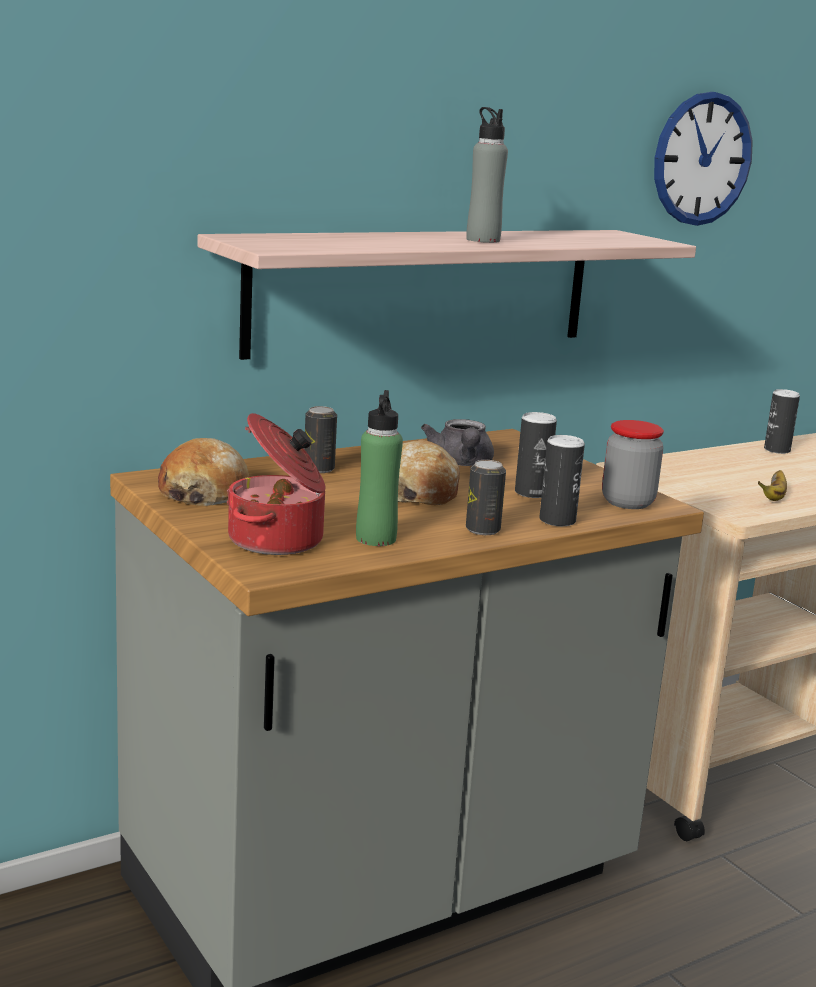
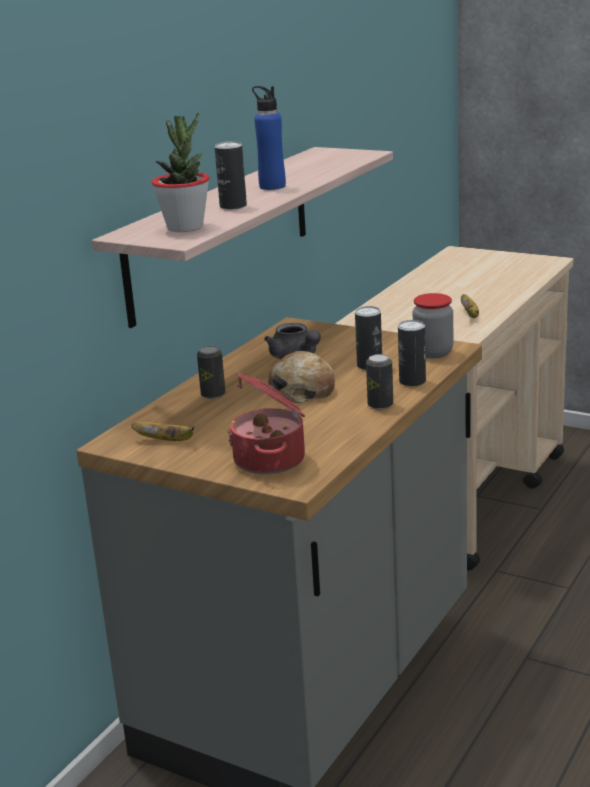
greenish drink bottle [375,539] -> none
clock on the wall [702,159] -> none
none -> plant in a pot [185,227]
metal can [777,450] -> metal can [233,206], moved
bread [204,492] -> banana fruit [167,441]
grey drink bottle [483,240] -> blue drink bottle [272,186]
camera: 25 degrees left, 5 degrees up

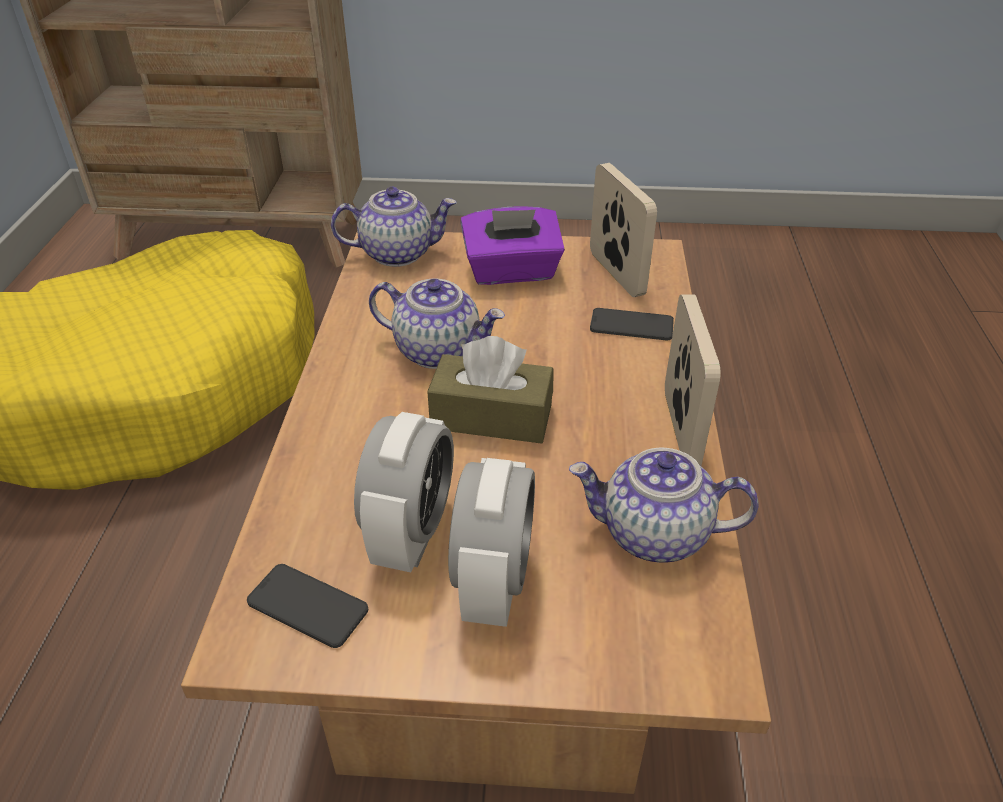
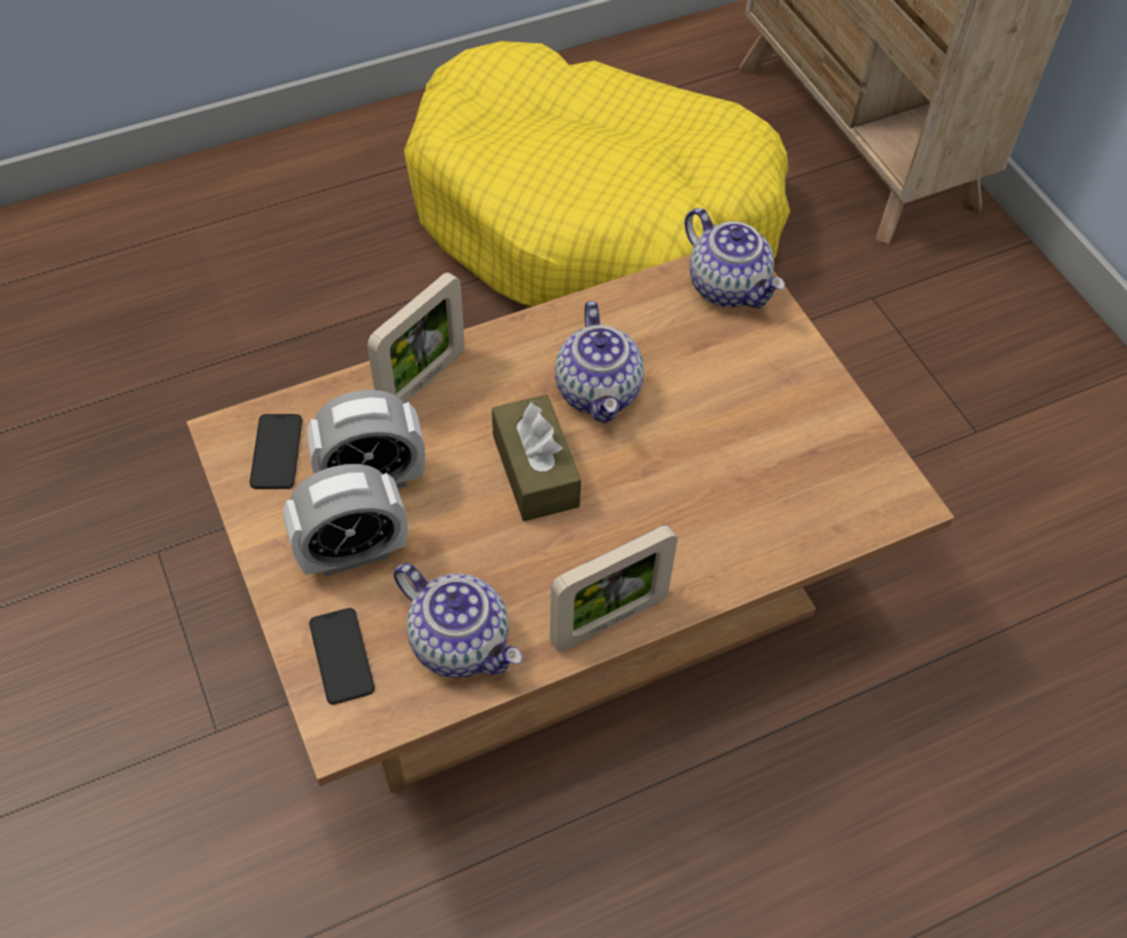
purple-coloured tissue box [512,272] -> none
standing frame [616,274] -> standing frame [422,381], moved
handset [631,325] -> handset [341,656], moved
teapot [653,534] -> teapot [461,642], 150 degrees clockwise
camera: 60 degrees right, 15 degrees up

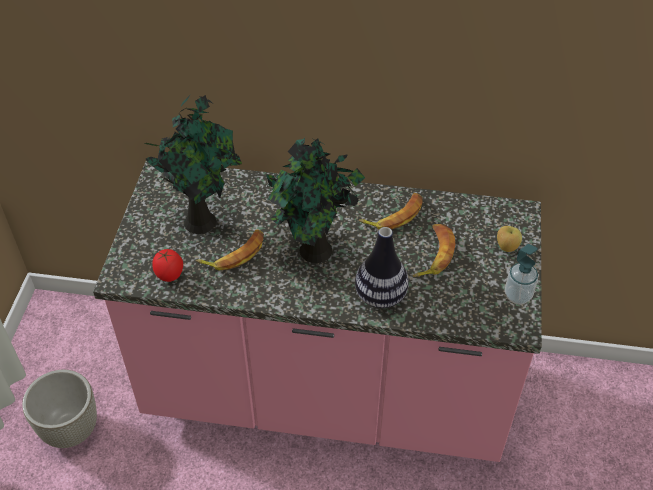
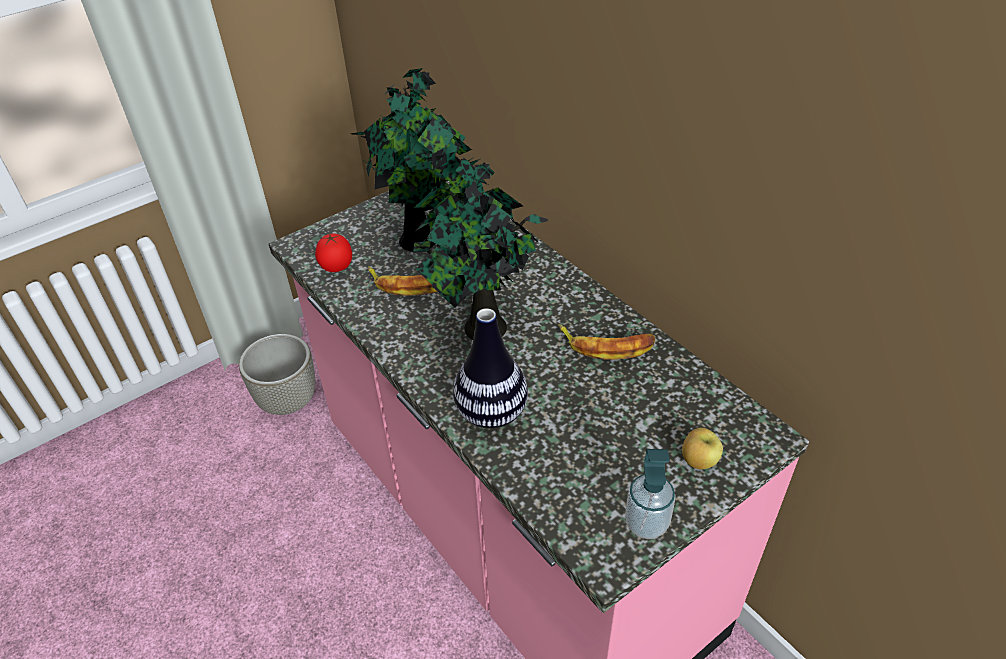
banana fruit [433,254] -> none
camera: 45 degrees right, 5 degrees down

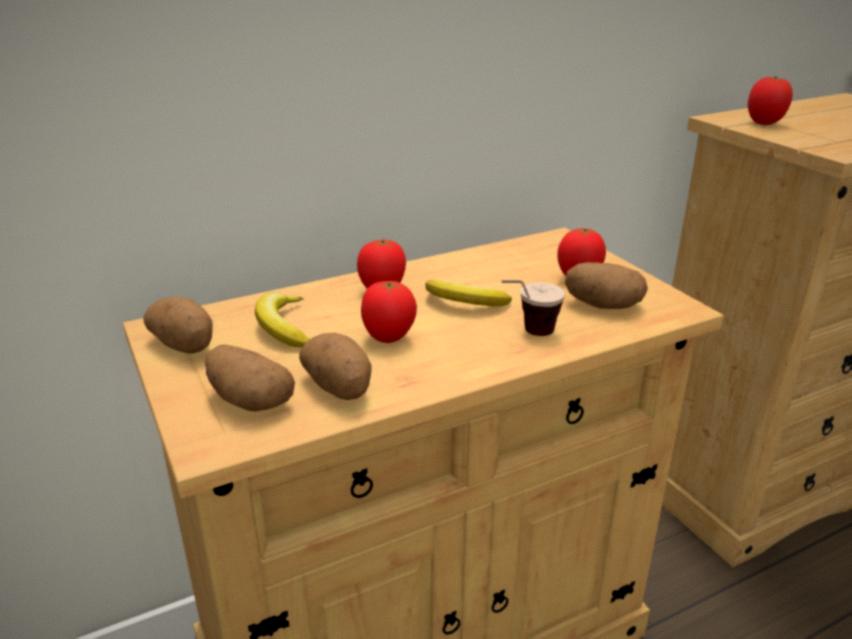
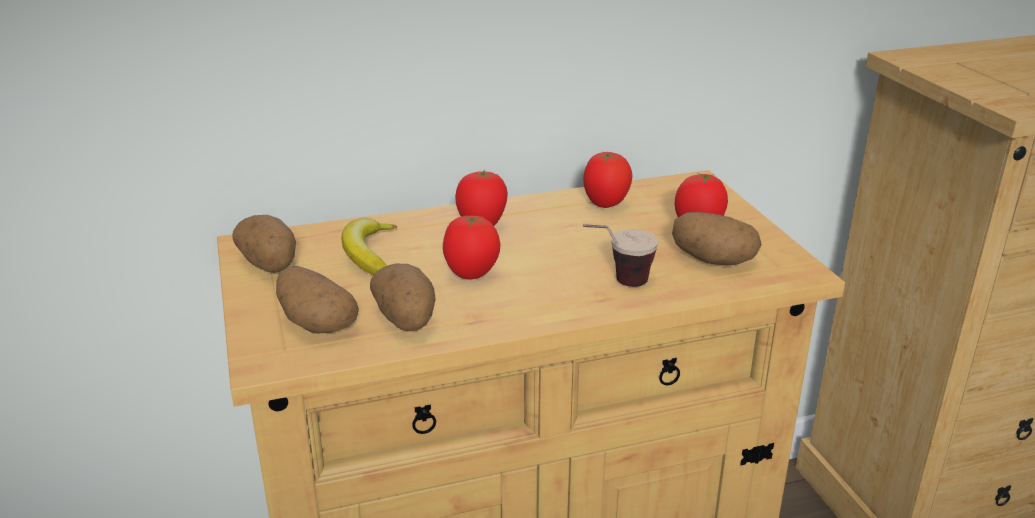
banana fruit [463,302] -> none
whole tomato [764,123] -> whole tomato [605,205], moved
camera: 10 degrees right, 0 degrees up

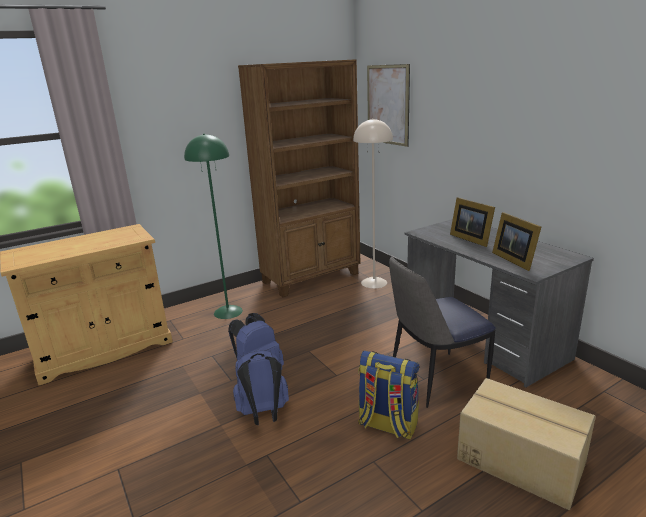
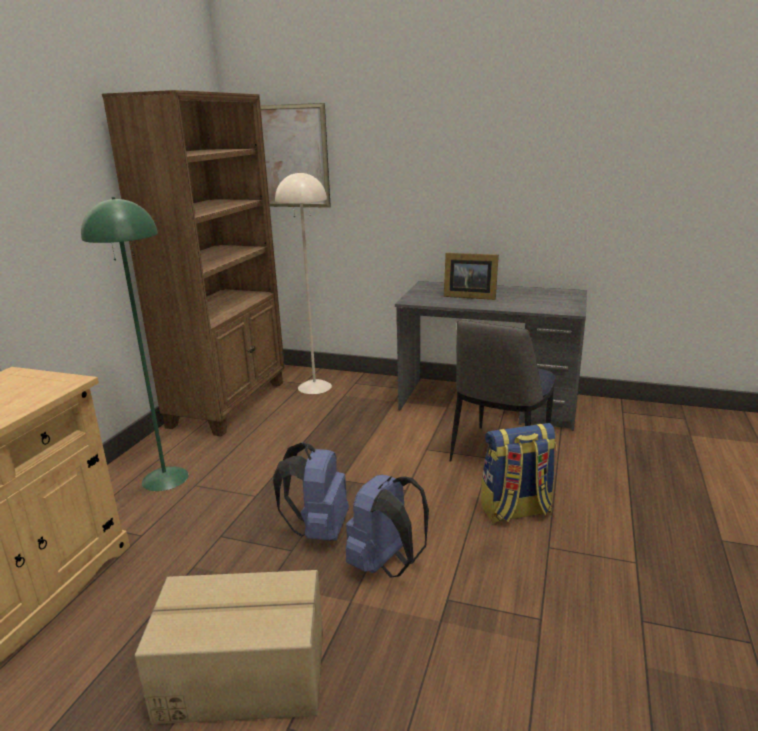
standing frame [514,259] -> none
packing box [520,460] -> packing box [243,673], moved
camera: 40 degrees left, 0 degrees up

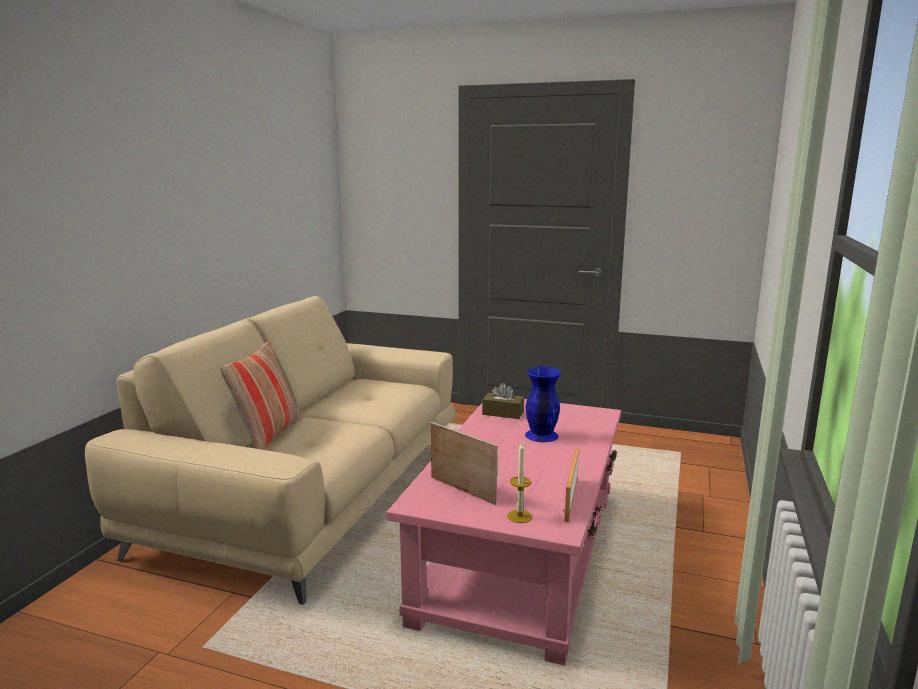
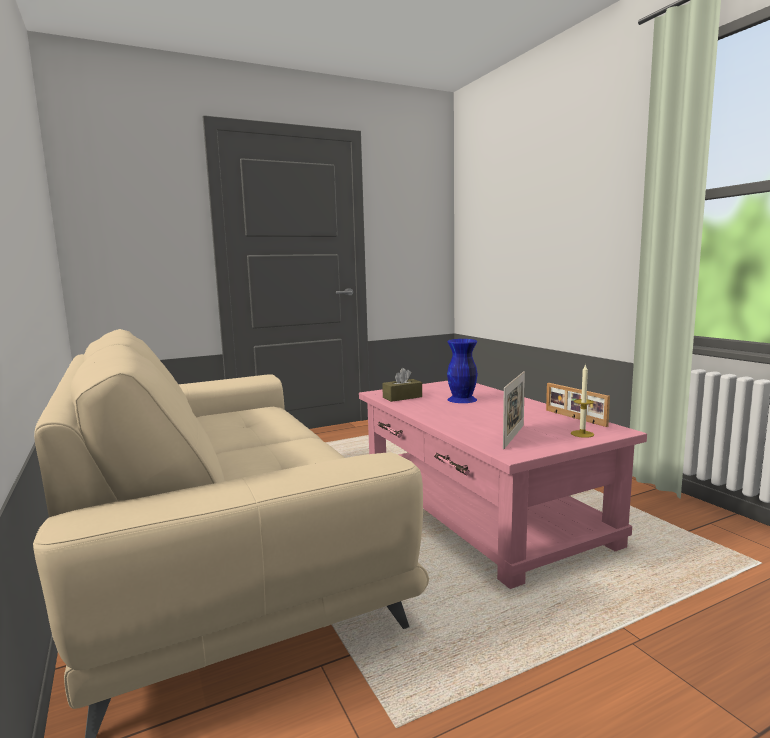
throw pillow [268,435] -> none
standing frame [462,490] -> standing frame [513,436], 120 degrees clockwise
camera: 45 degrees left, 5 degrees down

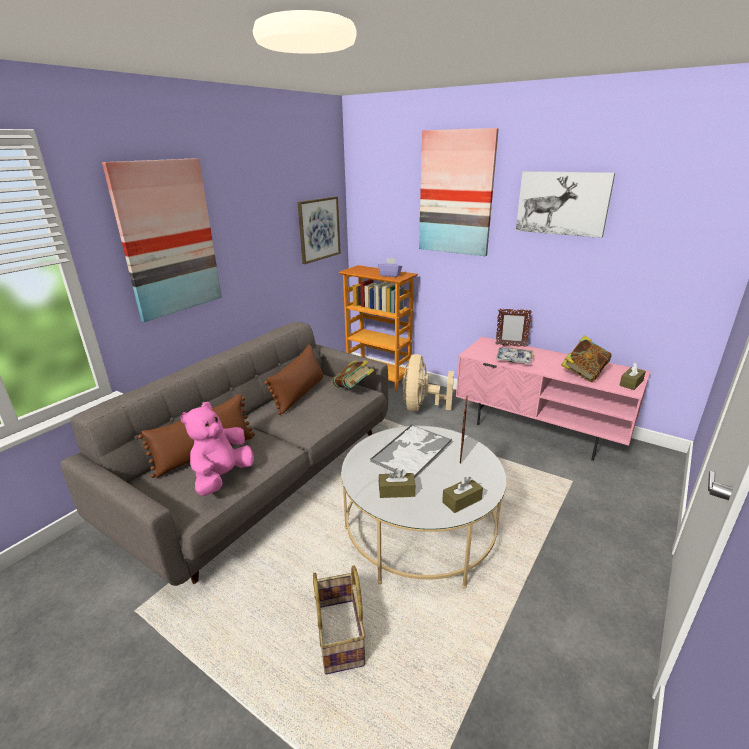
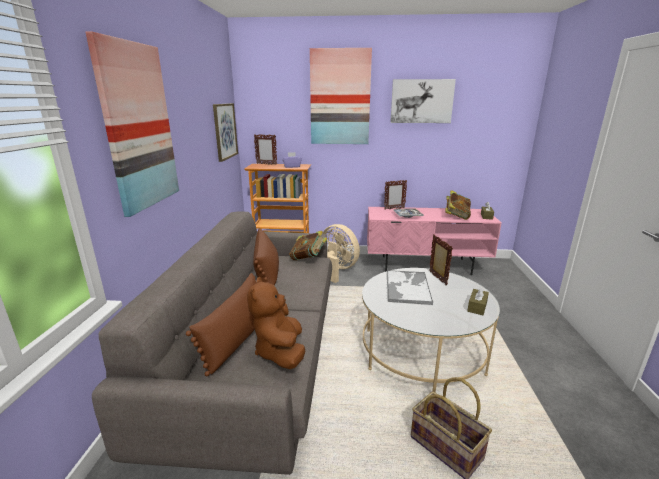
brownish tissue box [396,491] -> none
none -> standing frame [266,164]
pink cuddly toy [222,477] -> brownish cuddly toy [280,352]
beige electric fan [422,407] -> beige electric fan [336,270], 150 degrees clockwise
camera: 30 degrees left, 5 degrees down

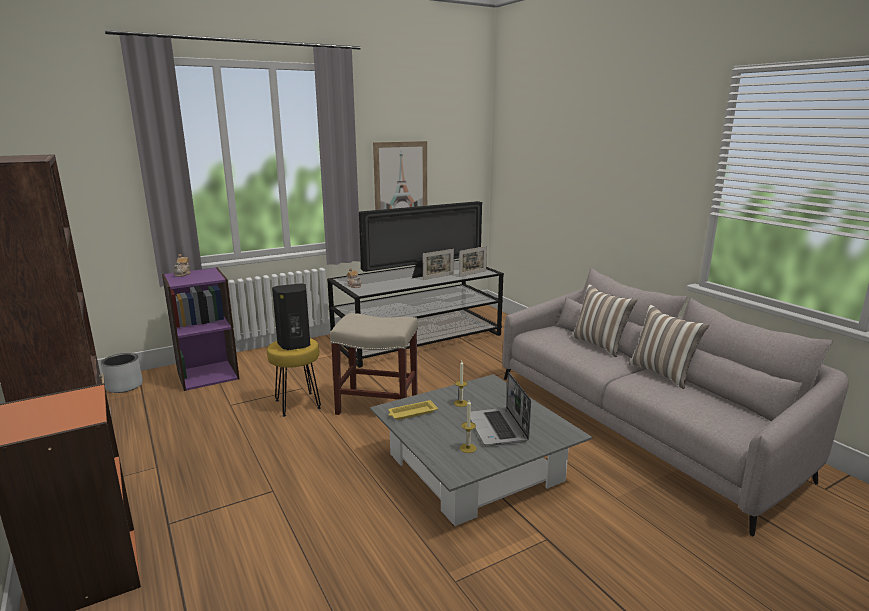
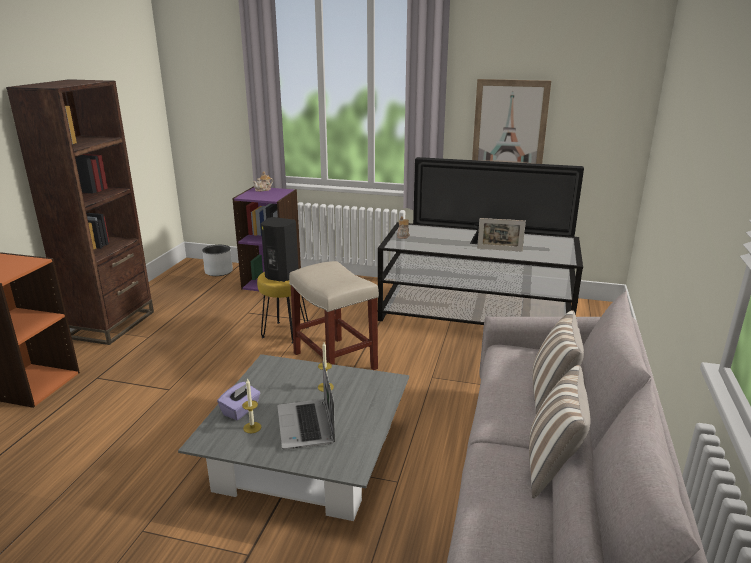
yellow tray [412,413] -> none
standing frame [472,273] -> none
none -> purple-coloured tissue box [241,410]
portable computer [498,428] -> portable computer [306,426], 45 degrees counterclockwise
camera: 45 degrees right, 5 degrees up

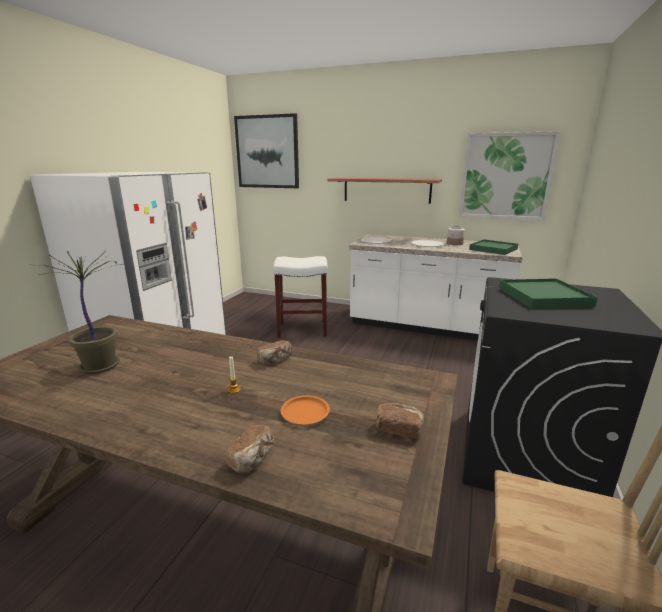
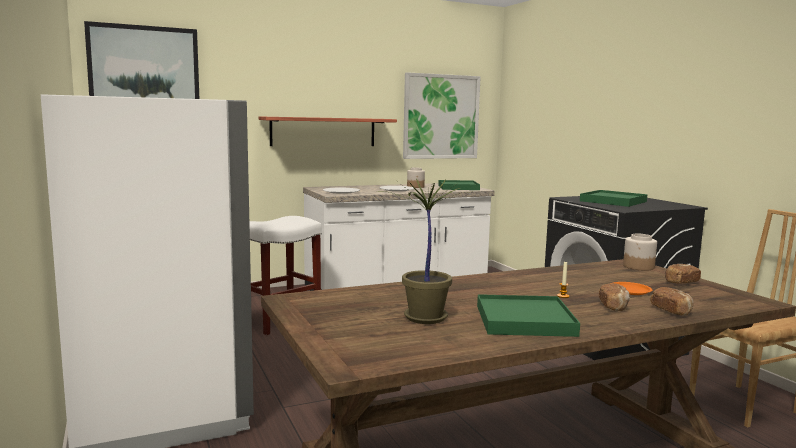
none -> greenish tray [525,320]
none -> jar [639,267]
bread [275,360] -> bread [614,306], moved
camera: 45 degrees left, 10 degrees down

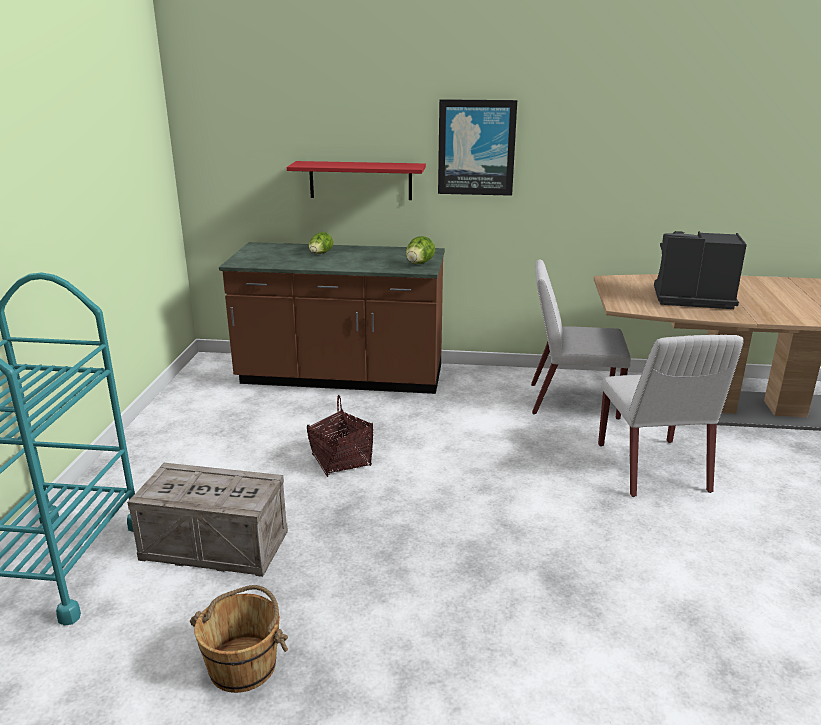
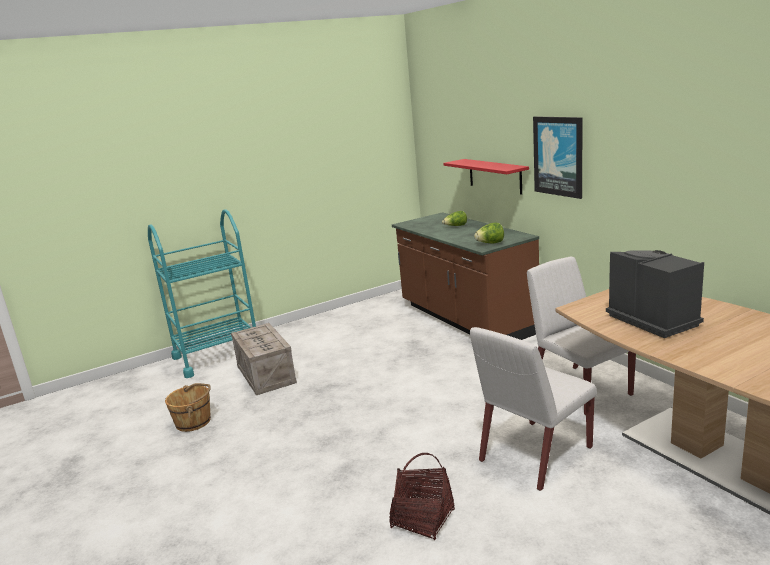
basket [341,461] -> basket [423,519], moved
camera: 55 degrees right, 5 degrees down

